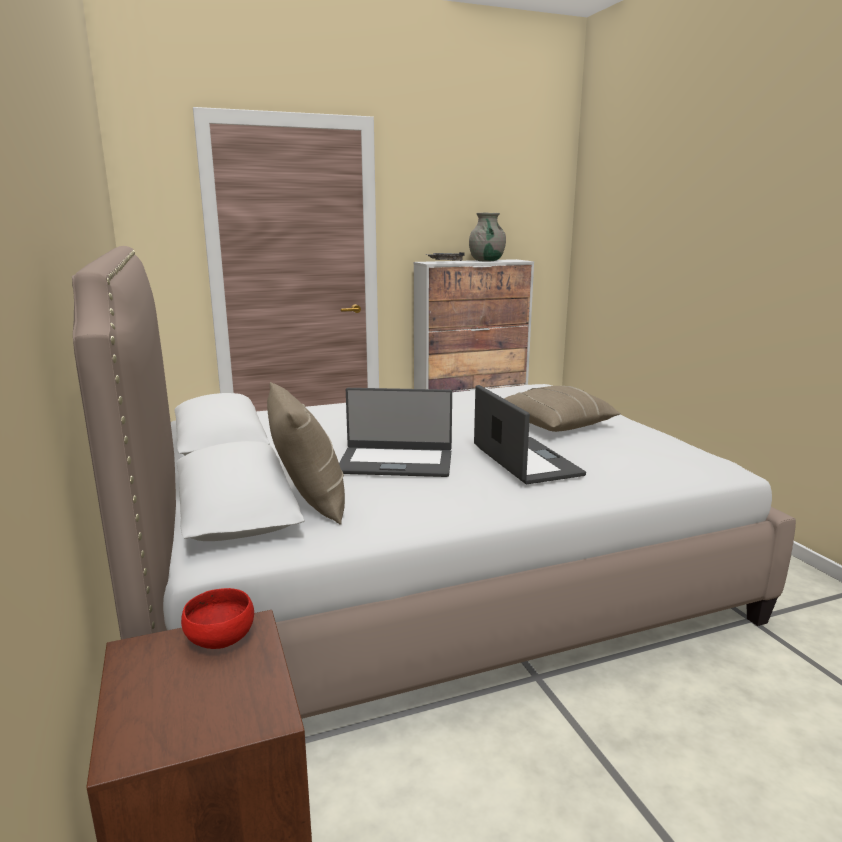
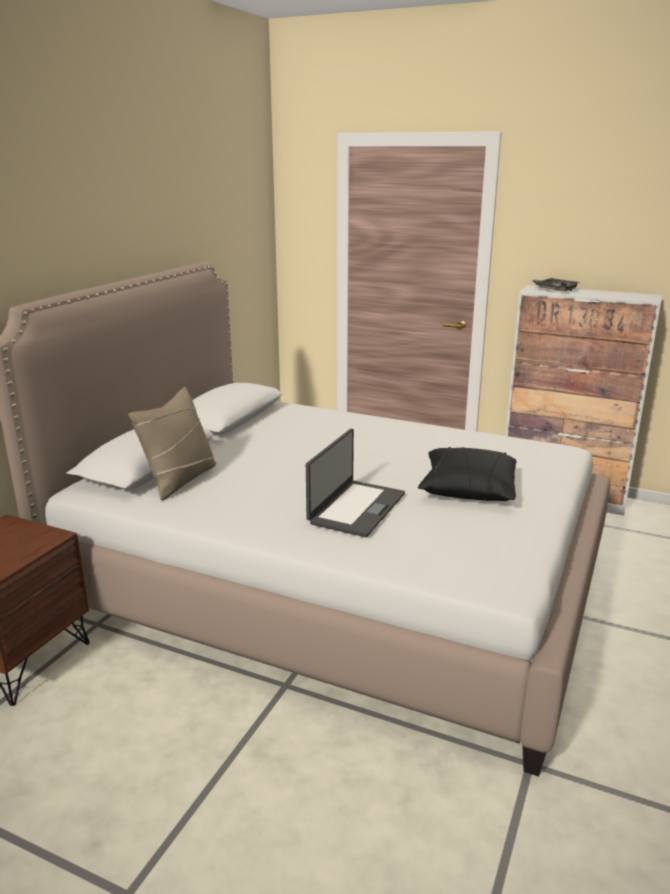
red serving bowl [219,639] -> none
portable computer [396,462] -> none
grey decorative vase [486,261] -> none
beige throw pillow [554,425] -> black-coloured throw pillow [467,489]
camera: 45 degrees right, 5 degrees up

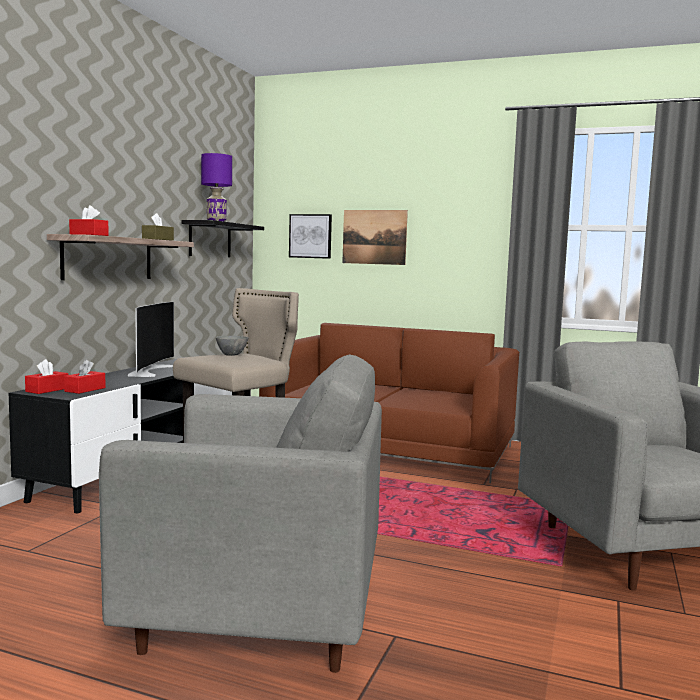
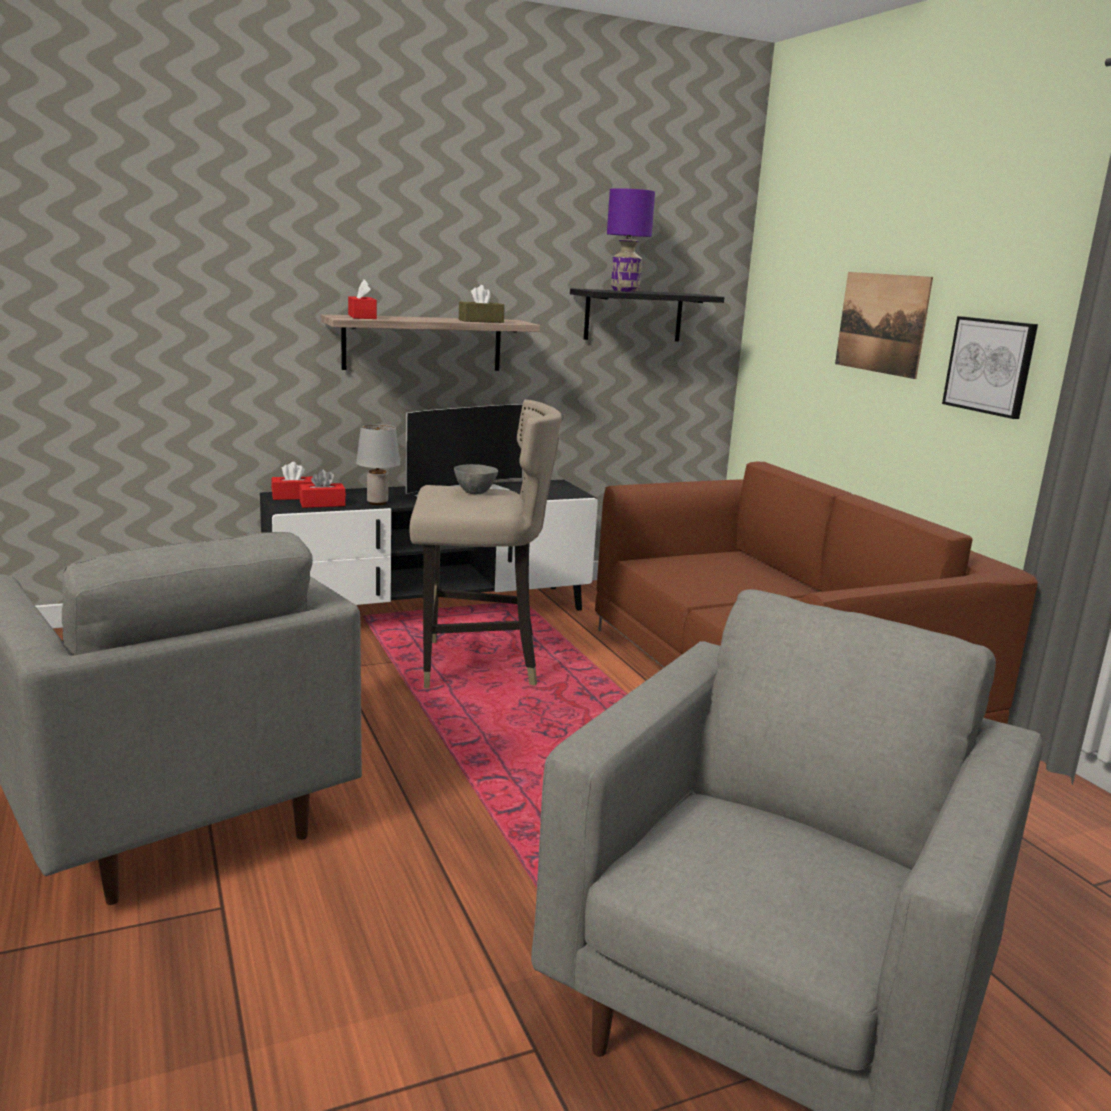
none -> grey tabletop lamp [377,502]
picture [310,236] -> picture [990,366], moved
camera: 45 degrees right, 10 degrees up

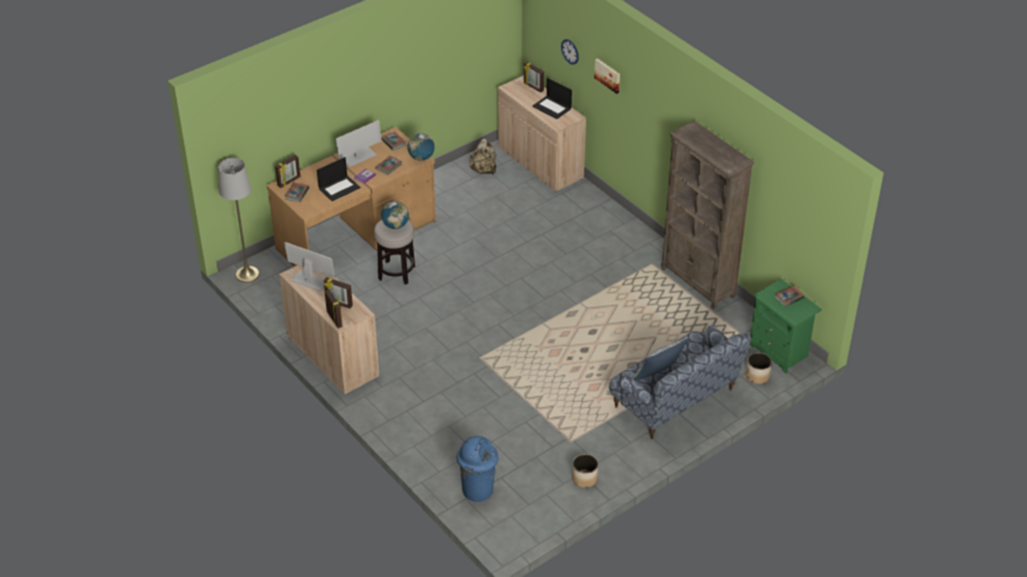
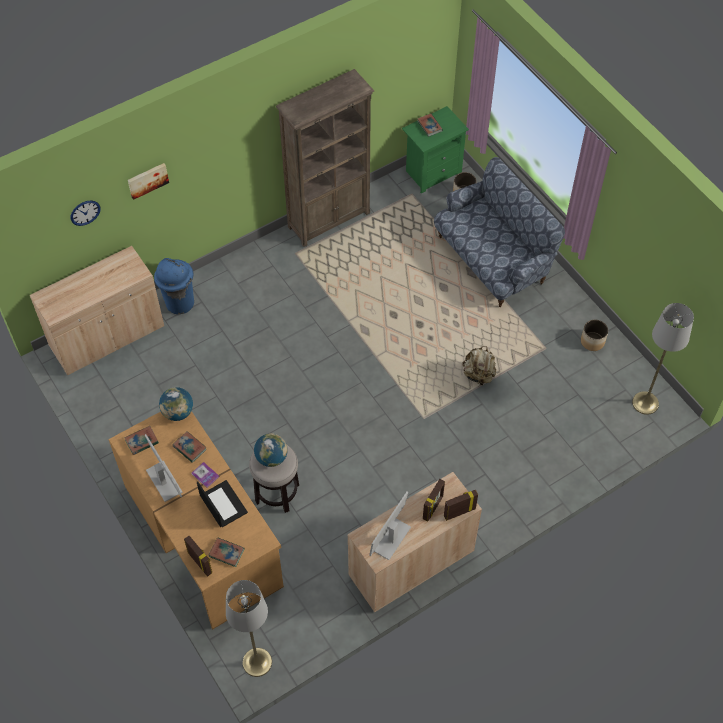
standing frame [533,87] -> none
portable computer [552,107] -> none
throw pillow [658,375] -> none
none -> grey floor lamp [645,403]
blue rubbish bin [478,489] -> blue rubbish bin [179,302], moved
beige rucksack [483,170] -> beige rucksack [478,374], moved
camera: 85 degrees left, 15 degrees up

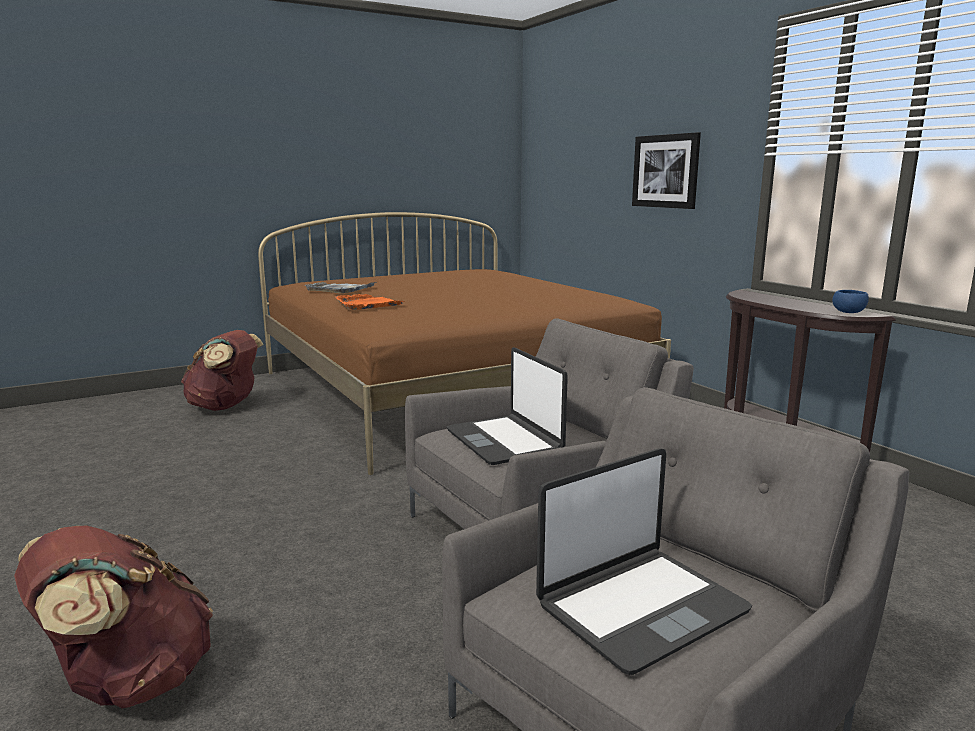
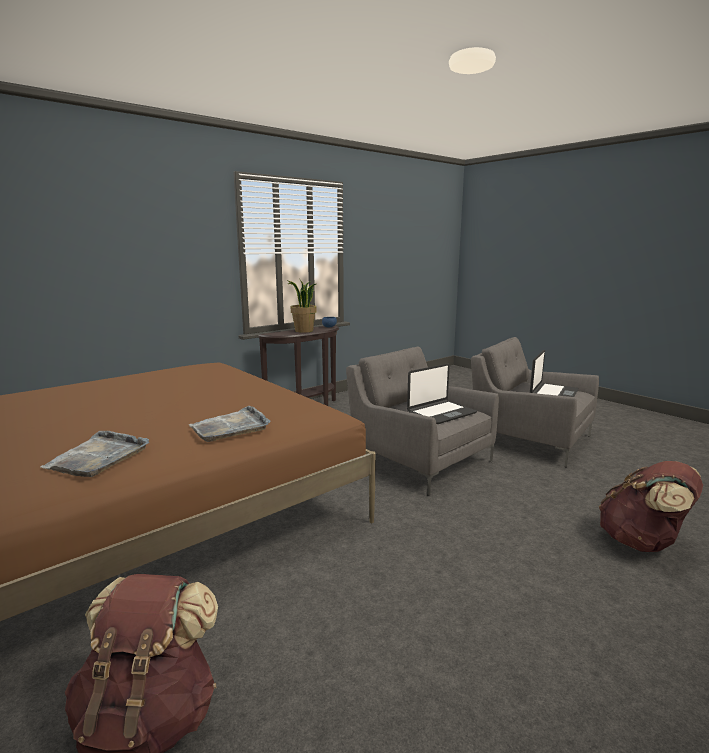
picture [665,171] -> none
none -> plant in a pot [303,331]
orange tray [367,305] -> grey tray [230,427]
portable computer [640,607] -> portable computer [553,393], 75 degrees clockwise
camera: 100 degrees left, 0 degrees up

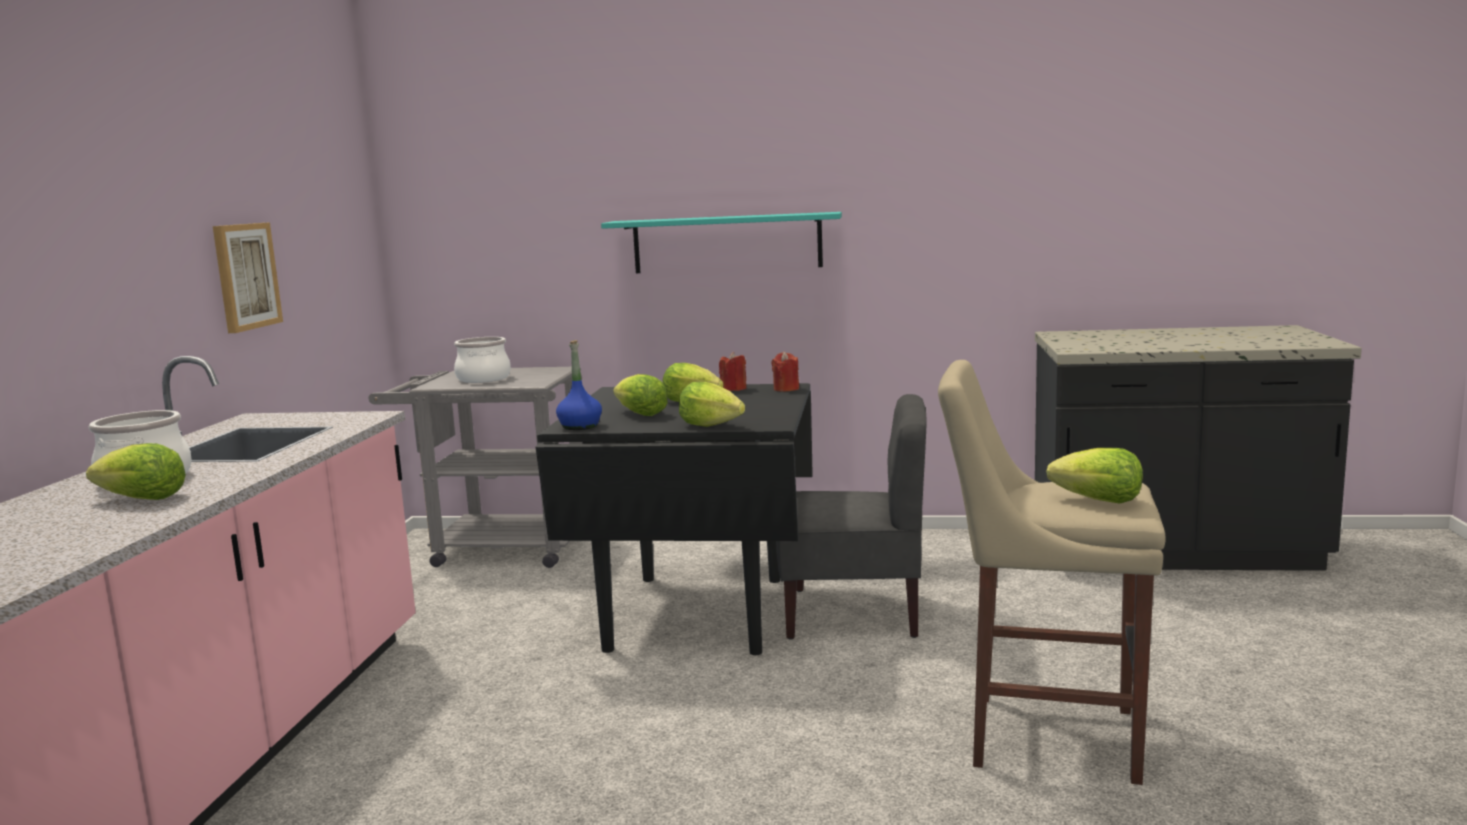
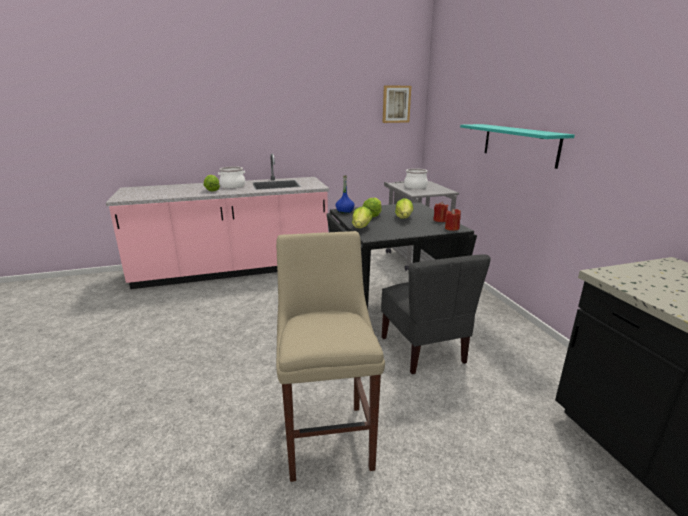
head of lettuce [1099,501] -> none
picture [245,276] -> picture [396,104], moved
camera: 65 degrees right, 10 degrees up

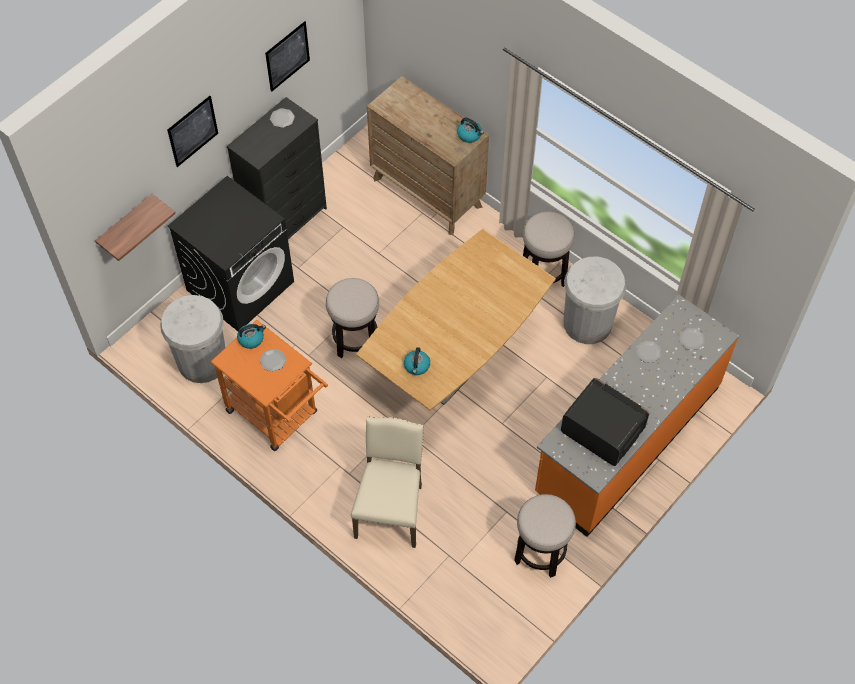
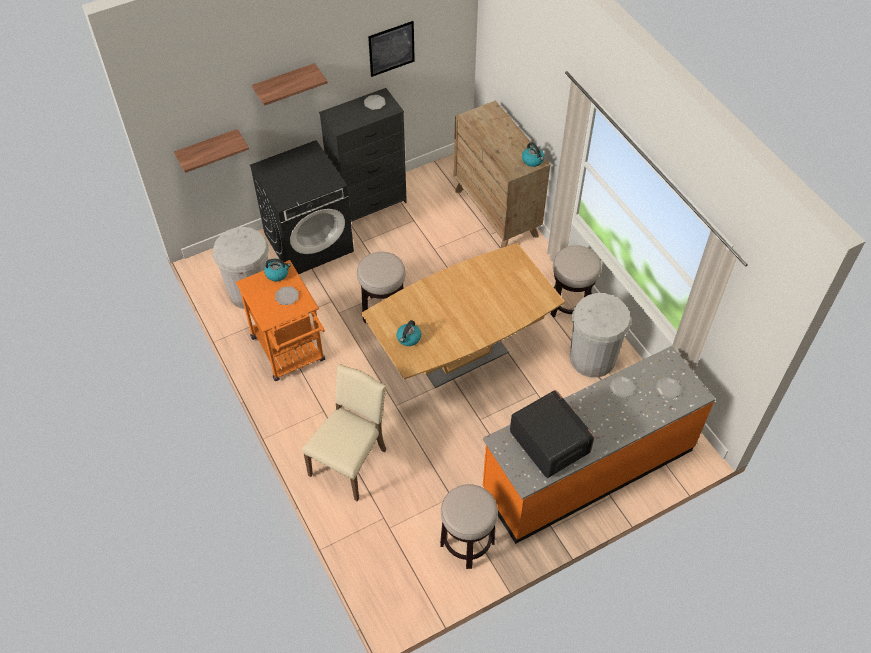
picture [192,131] -> shelf [285,84]
camera: 20 degrees right, 5 degrees down

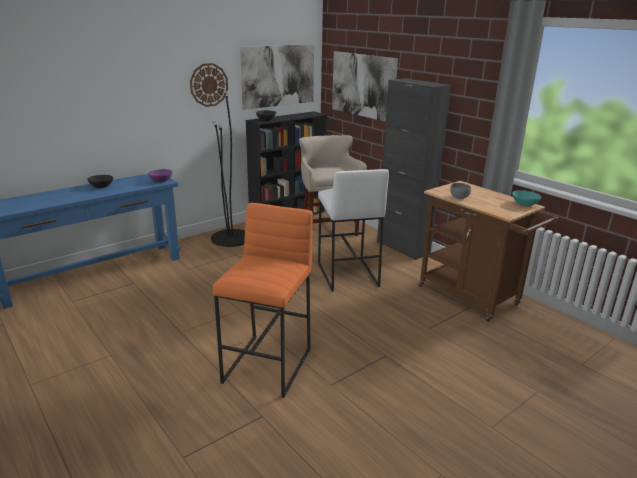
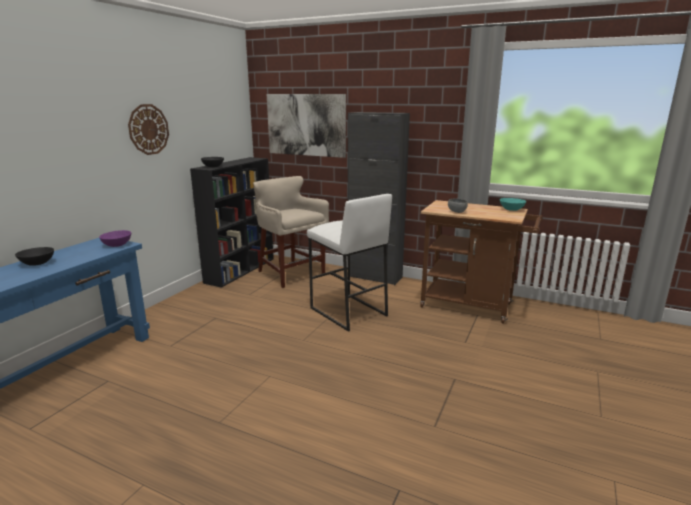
black-coloured floor lamp [231,238] -> none
orange sitting stool [268,365] -> none
picture [278,75] -> none
camera: 25 degrees left, 5 degrees down

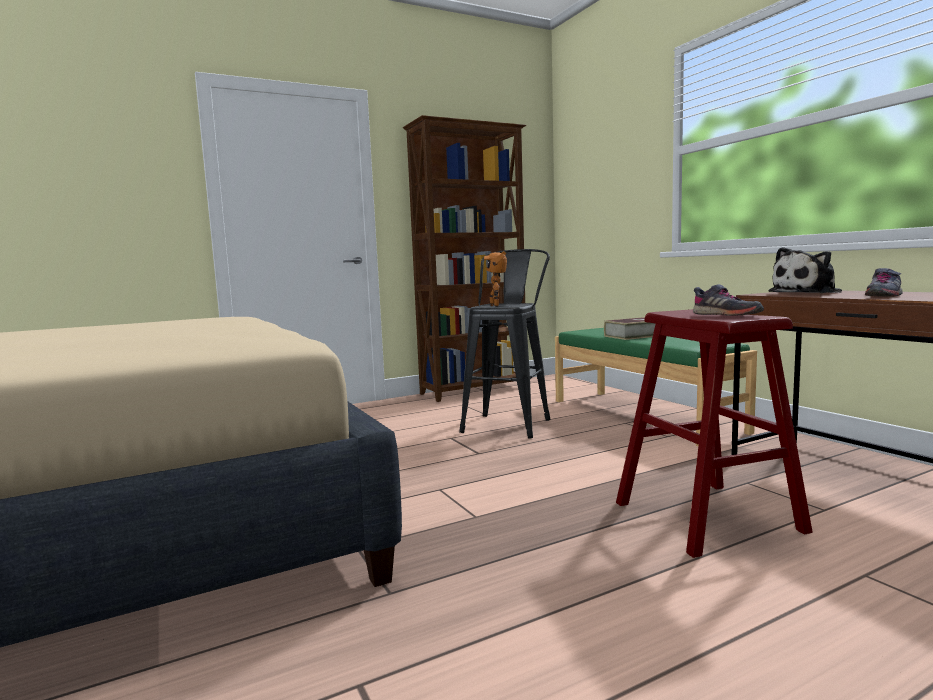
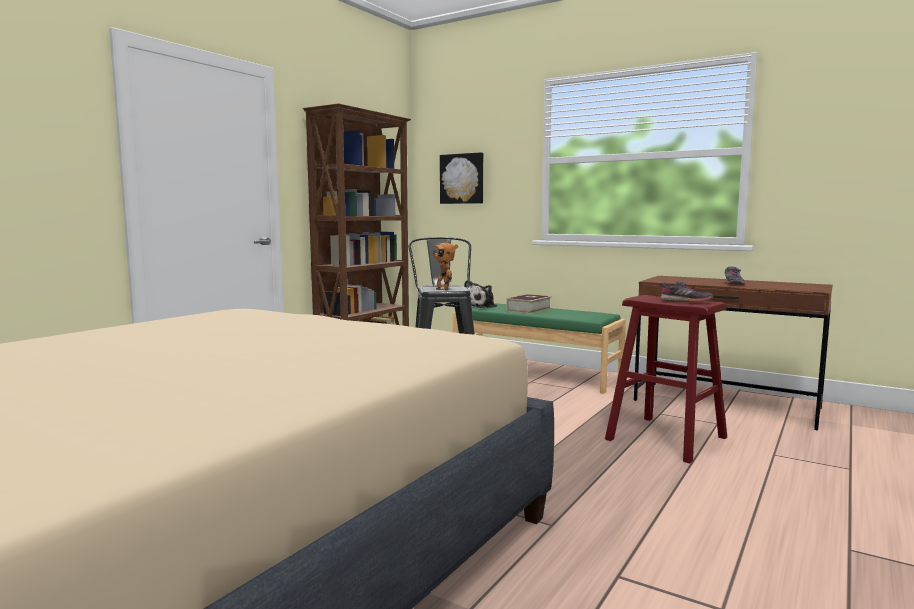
none -> picture [462,179]
cuddly toy [808,292] -> cuddly toy [481,306], moved
camera: 30 degrees left, 0 degrees up

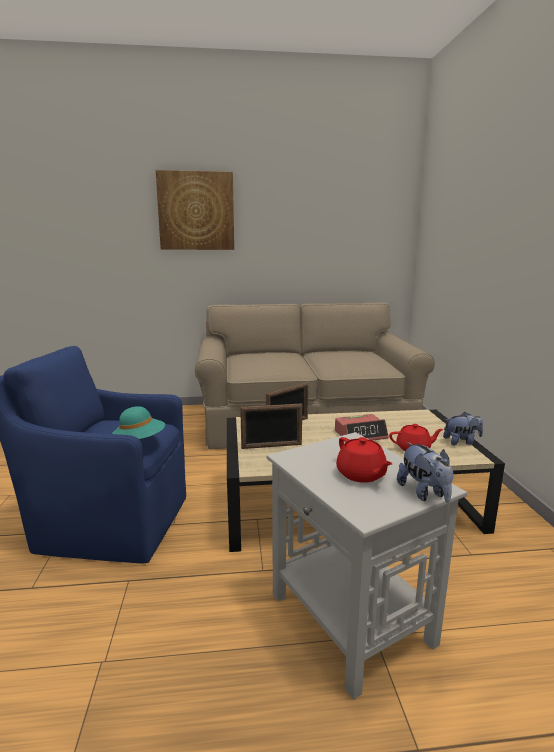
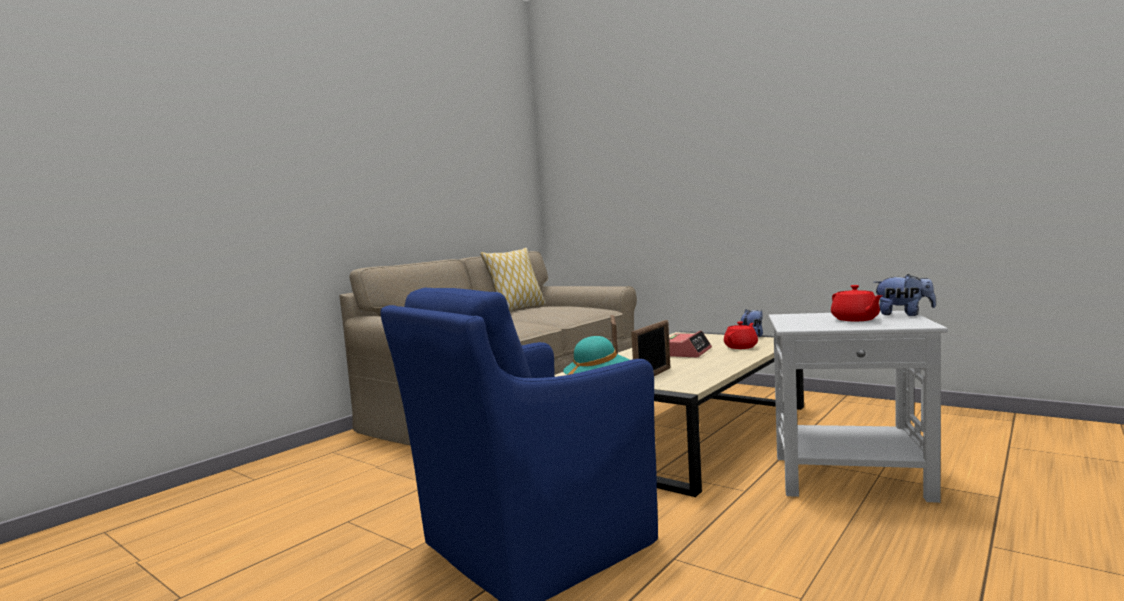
picture [196,211] -> none
none -> throw pillow [517,309]
red teapot [361,475] -> red teapot [855,319], 60 degrees clockwise
camera: 45 degrees left, 10 degrees down

